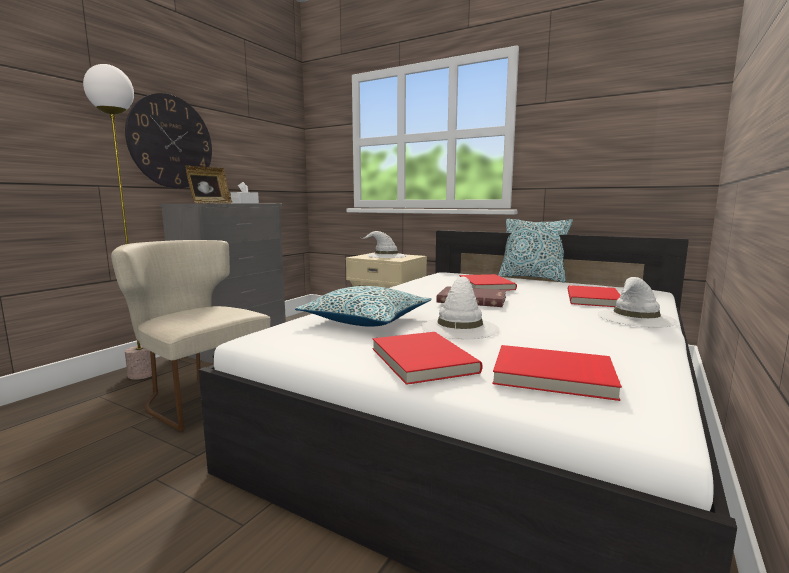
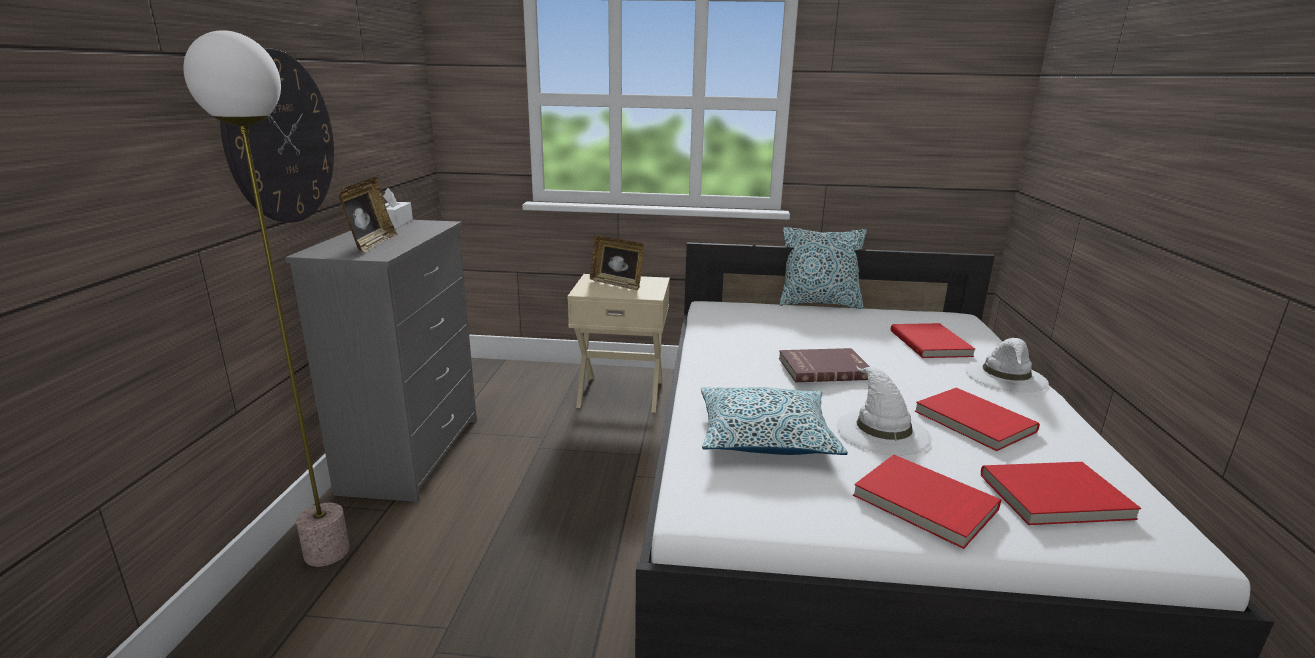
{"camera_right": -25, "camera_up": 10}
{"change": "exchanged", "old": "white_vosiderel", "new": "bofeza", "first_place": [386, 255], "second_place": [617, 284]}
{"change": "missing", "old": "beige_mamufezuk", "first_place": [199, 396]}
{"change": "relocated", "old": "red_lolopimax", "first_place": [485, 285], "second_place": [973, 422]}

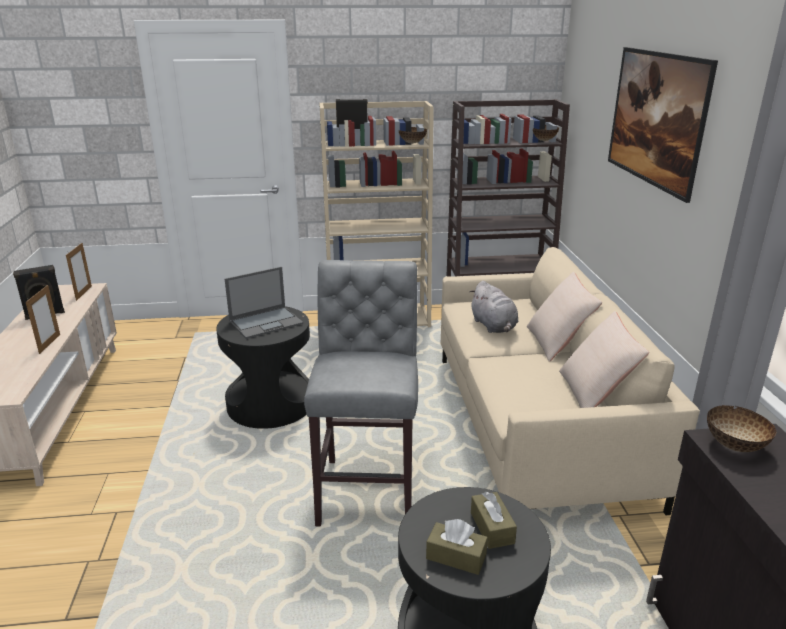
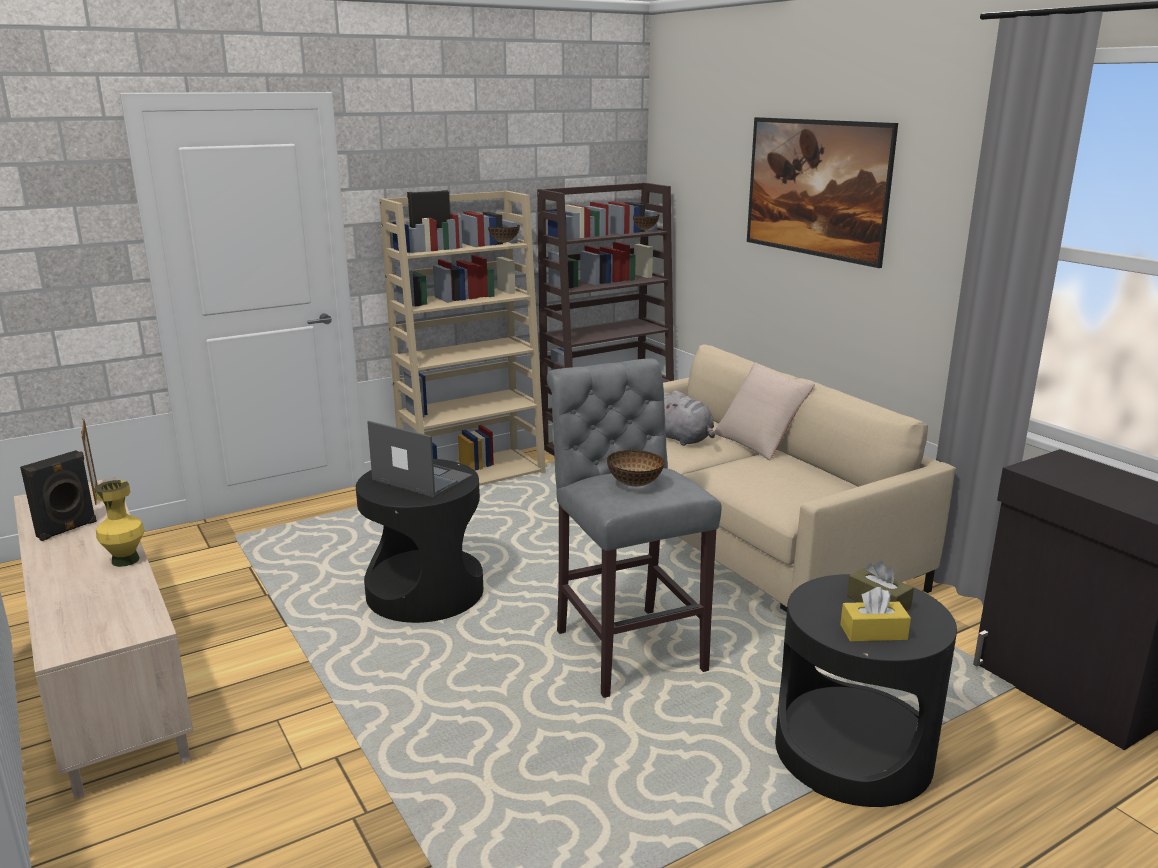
{"camera_right": -25, "camera_up": -5}
{"change": "spun", "old": "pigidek", "first_place": [266, 322], "second_place": [421, 478], "degrees": -90}
{"change": "exchanged", "old": "bofeza", "new": "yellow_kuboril", "first_place": [49, 344], "second_place": [125, 560]}
{"change": "missing", "old": "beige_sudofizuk", "first_place": [595, 392]}
{"change": "relocated", "old": "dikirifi", "first_place": [735, 446], "second_place": [635, 484]}
{"change": "colour", "old": "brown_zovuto", "new": "yellow_zovuto", "first_place": [456, 556], "second_place": [873, 632]}

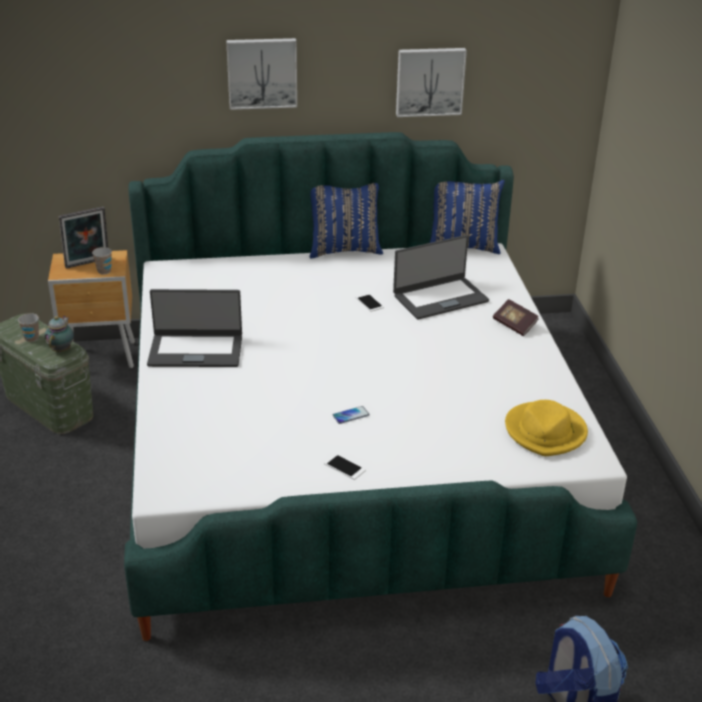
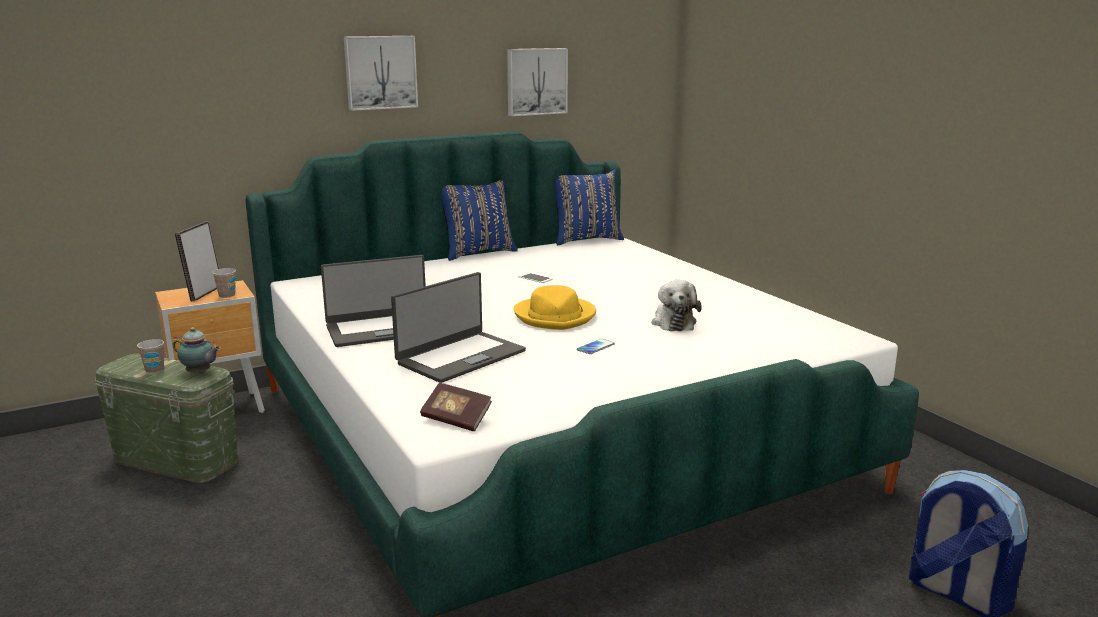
{"camera_right": -20, "camera_up": -15}
{"change": "spun", "old": "bofeza", "first_place": [88, 264], "second_place": [203, 293], "degrees": 150}
{"change": "relocated", "old": "pigidek", "first_place": [440, 298], "second_place": [460, 357]}
{"change": "relocated", "old": "lolopimax", "first_place": [514, 325], "second_place": [456, 419]}
{"change": "spun", "old": "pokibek", "first_place": [62, 349], "second_place": [200, 373], "degrees": 120}
{"change": "relocated", "old": "yellow_vosiderel", "first_place": [546, 432], "second_place": [555, 316]}
{"change": "missing", "old": "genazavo", "first_place": [344, 467]}
{"change": "appeared", "new": "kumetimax", "second_place": [673, 322]}

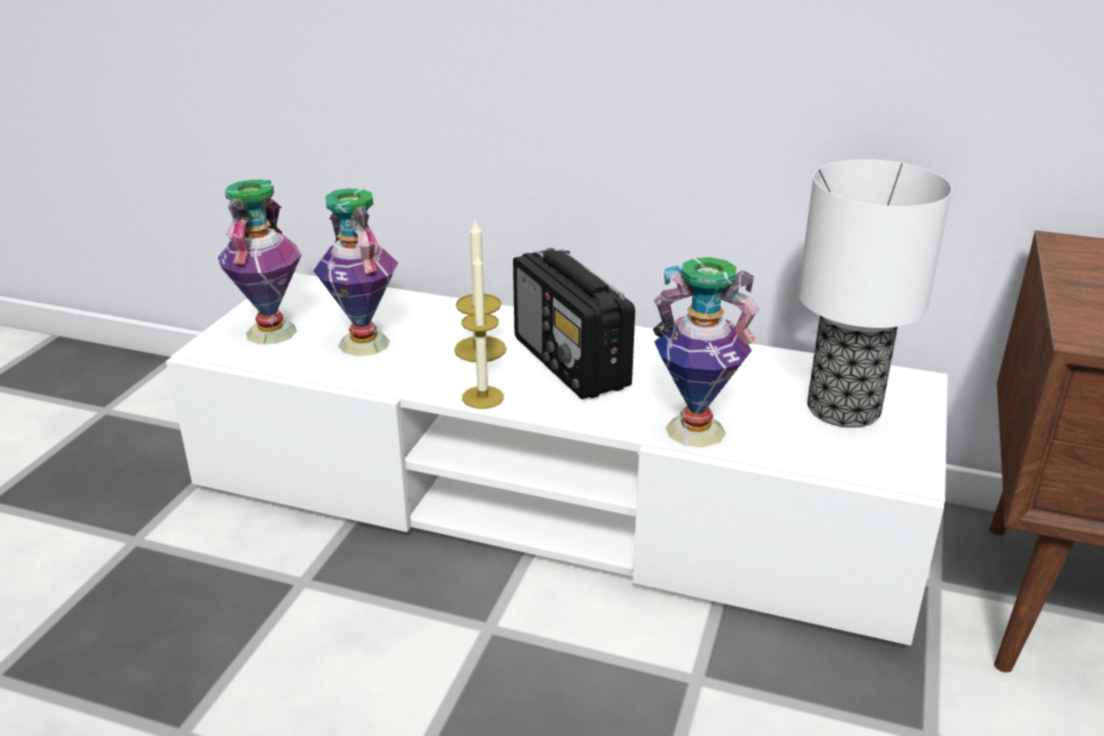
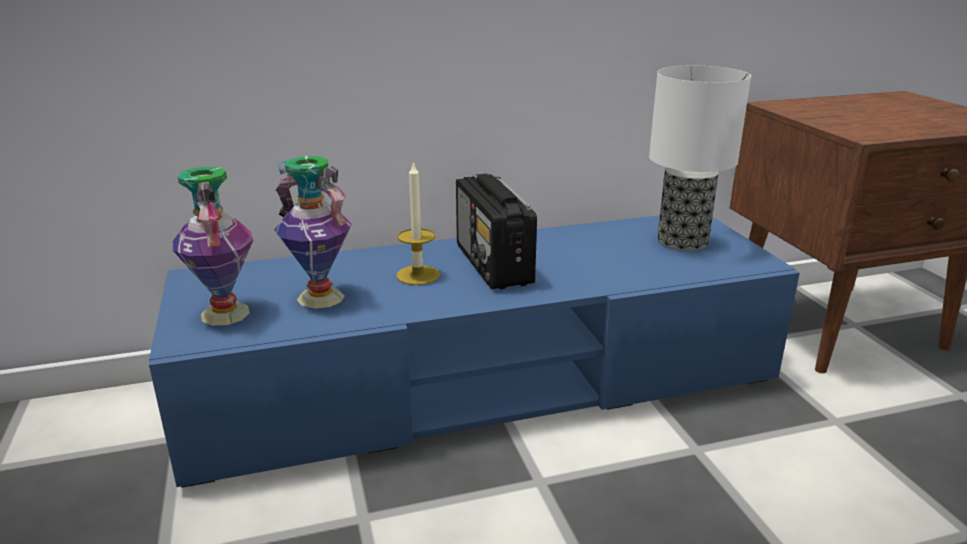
{"camera_right": -35, "camera_up": -5}
{"change": "spun", "old": "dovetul", "first_place": [571, 363], "second_place": [493, 265], "degrees": 45}
{"change": "missing", "old": "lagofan", "first_place": [483, 397]}
{"change": "missing", "old": "kuboril", "first_place": [695, 431]}
{"change": "colour", "old": "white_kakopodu", "new": "blue_kakopodu", "first_place": [552, 499], "second_place": [483, 383]}

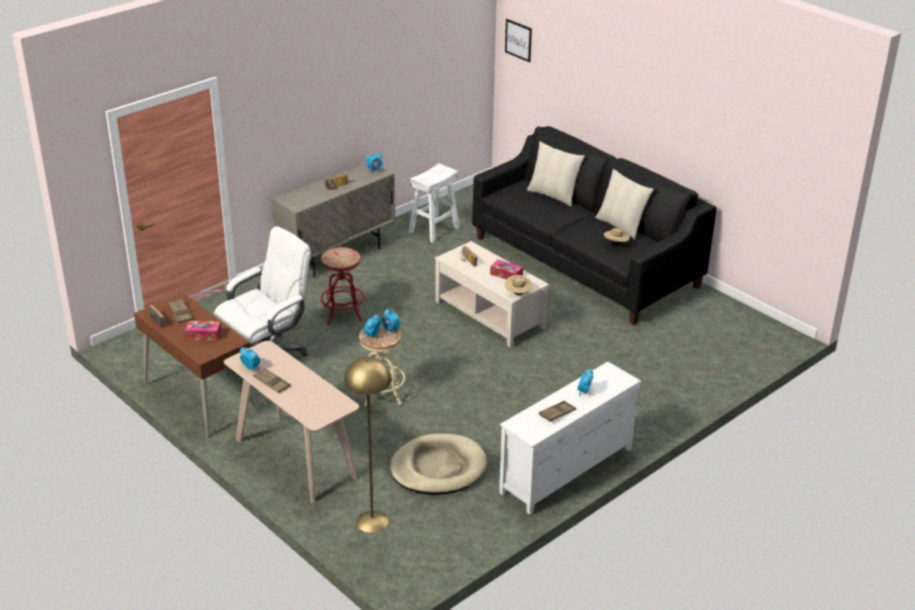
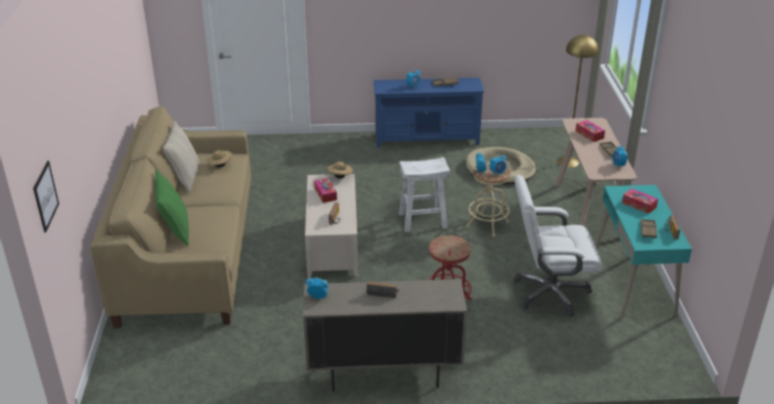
{"camera_right": -140, "camera_up": 0}
{"change": "colour", "old": "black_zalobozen", "new": "beige_zalobozen", "first_place": [585, 262], "second_place": [188, 252]}
{"change": "colour", "old": "beige_sudofizuk", "new": "green_sudofizuk", "first_place": [553, 195], "second_place": [175, 231]}
{"change": "relocated", "old": "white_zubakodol", "first_place": [434, 229], "second_place": [422, 220]}
{"change": "colour", "old": "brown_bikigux", "new": "turquoise_bikigux", "first_place": [199, 398], "second_place": [633, 282]}
{"change": "colour", "old": "white_kakopodu", "new": "blue_kakopodu", "first_place": [567, 471], "second_place": [426, 139]}
{"change": "appeared", "new": "zovuto", "second_place": [589, 134]}

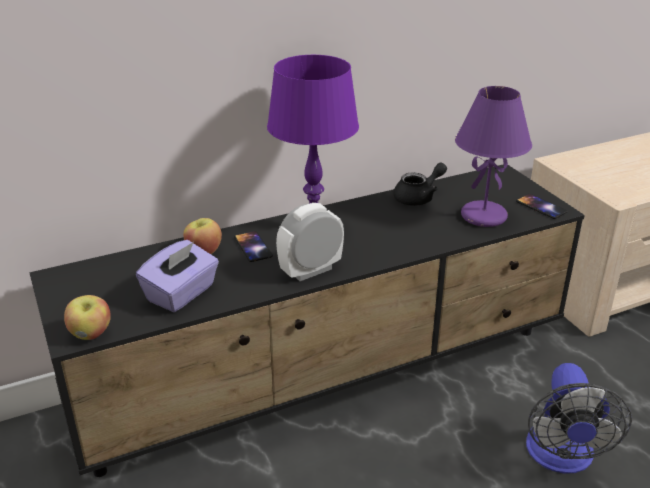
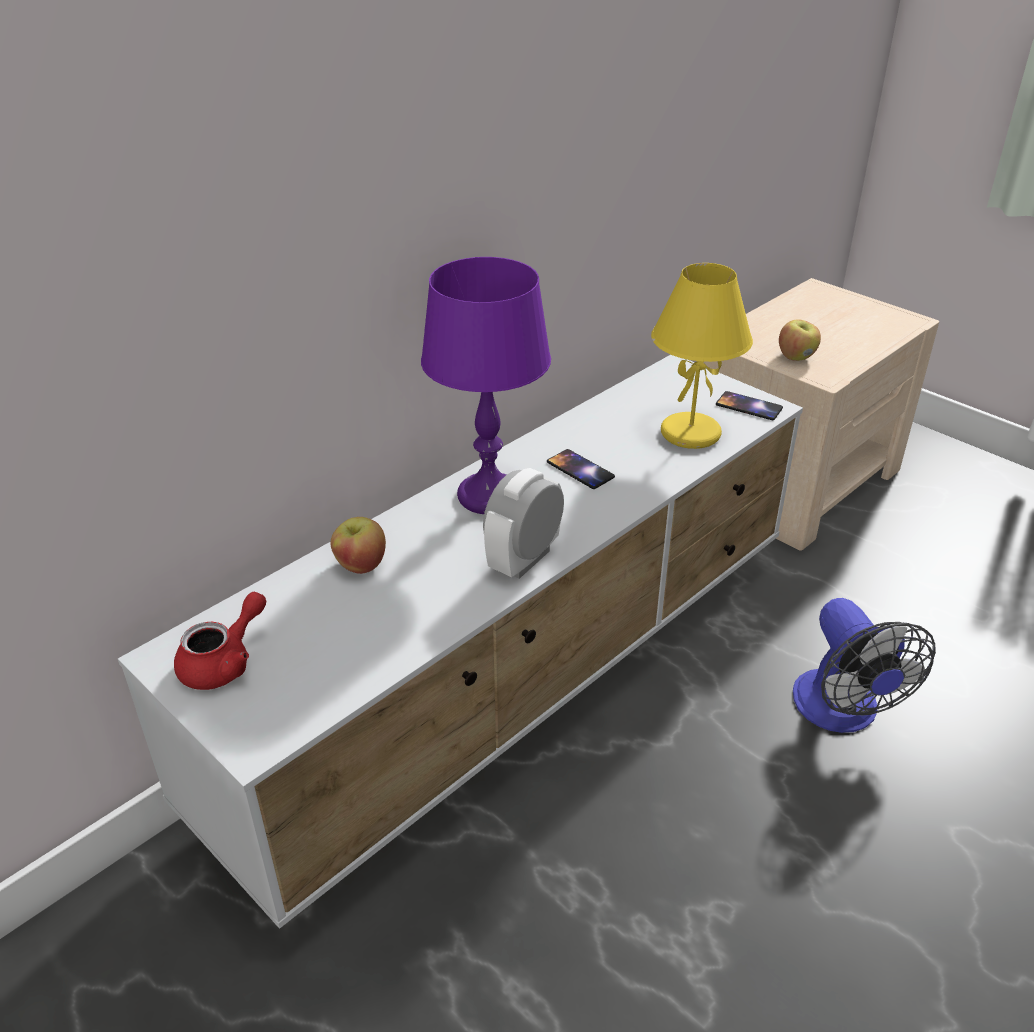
{"camera_right": -20, "camera_up": 5}
{"change": "colour", "old": "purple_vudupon", "new": "yellow_vudupon", "first_place": [484, 216], "second_place": [691, 433]}
{"change": "missing", "old": "black_pokibek", "first_place": [418, 198]}
{"change": "colour", "old": "black_kakopodu", "new": "white_kakopodu", "first_place": [327, 377], "second_place": [520, 685]}
{"change": "relocated", "old": "genazavo", "first_place": [253, 247], "second_place": [580, 470]}
{"change": "missing", "old": "purple_zovuto", "first_place": [181, 294]}
{"change": "relocated", "old": "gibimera", "first_place": [91, 334], "second_place": [796, 357]}
{"change": "appeared", "new": "red_pokibek", "second_place": [224, 662]}

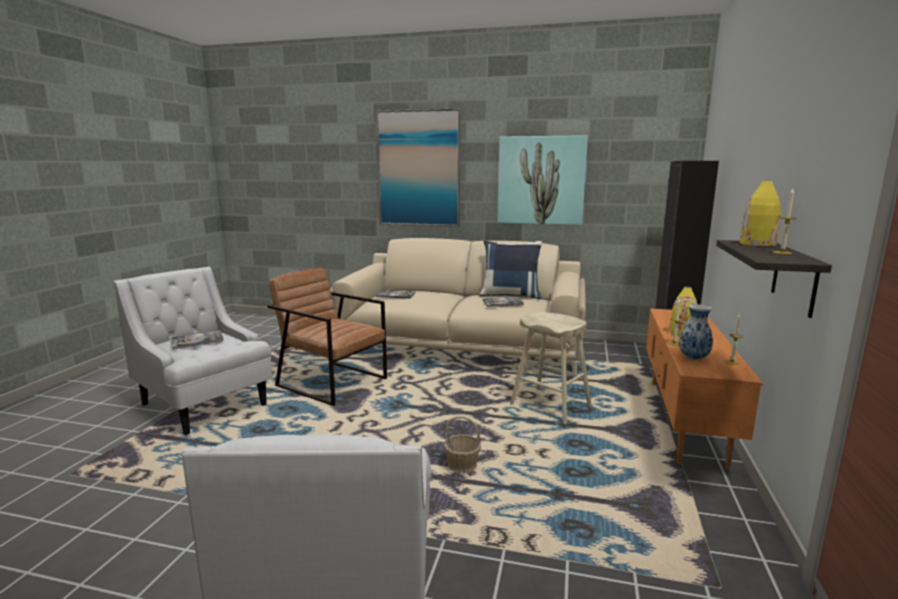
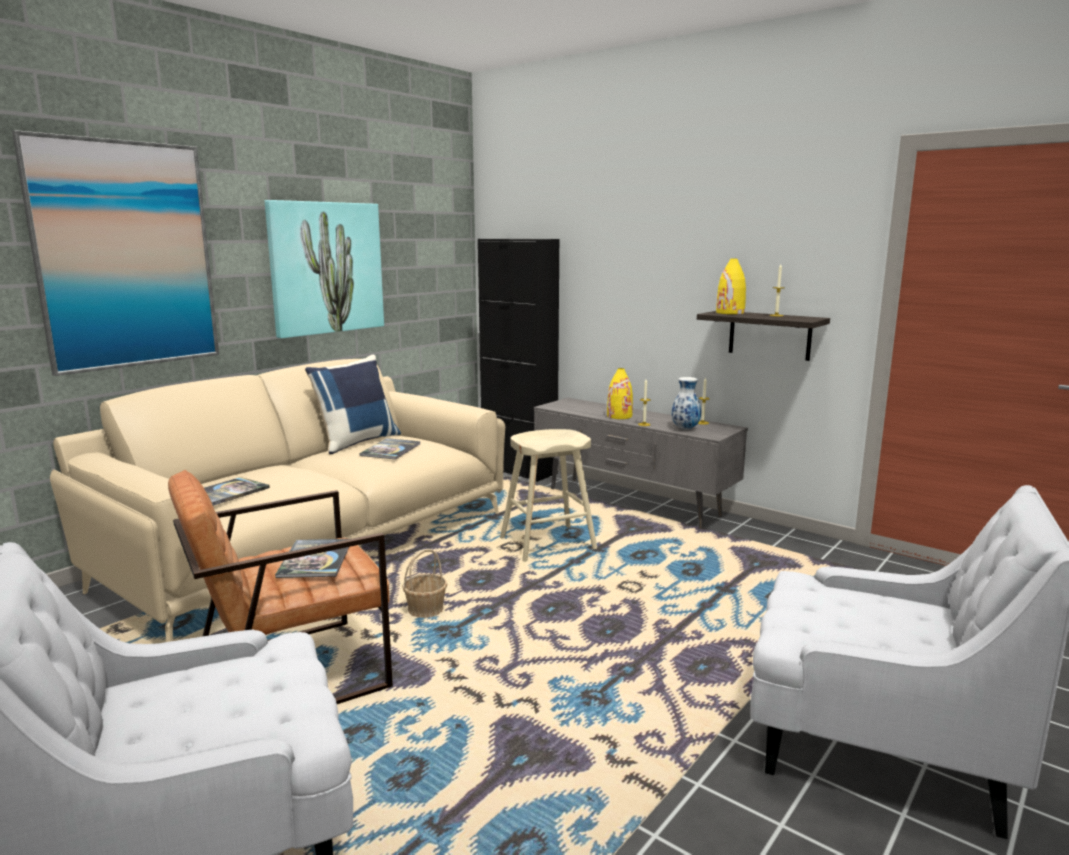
{"camera_right": -65, "camera_up": 0}
{"change": "colour", "old": "orange_kakopodu", "new": "grey_kakopodu", "first_place": [683, 420], "second_place": [631, 502]}
{"change": "relocated", "old": "lolopimax", "first_place": [197, 340], "second_place": [315, 559]}
{"change": "relocated", "old": "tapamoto", "first_place": [462, 465], "second_place": [426, 610]}

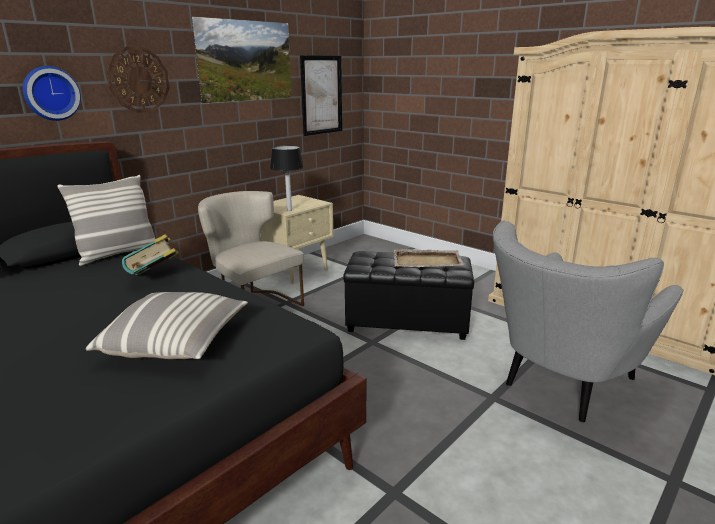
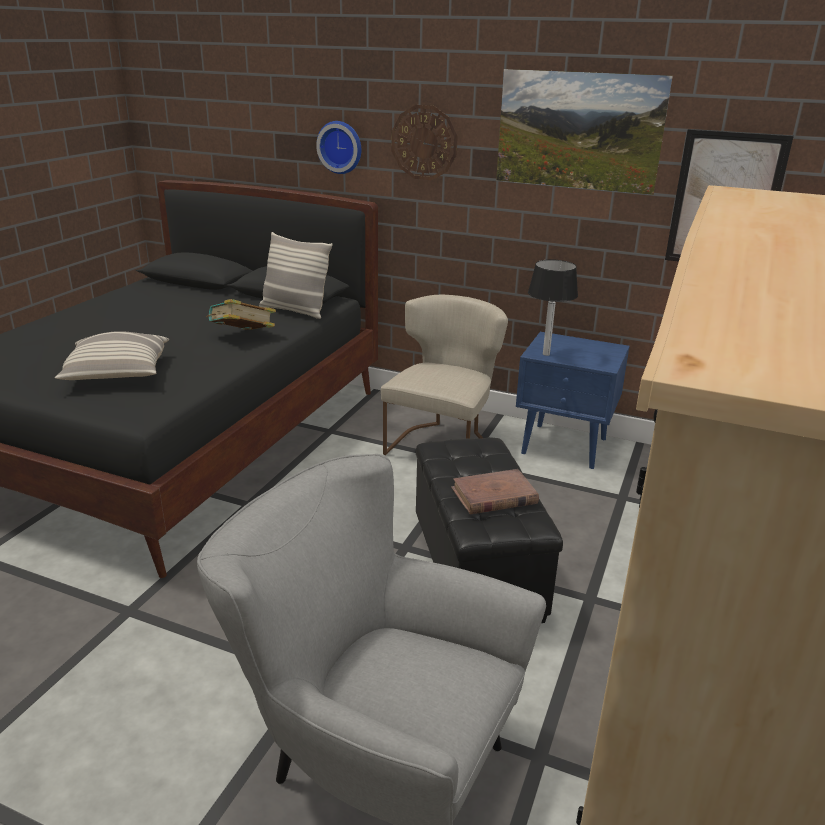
{"camera_right": 70, "camera_up": 5}
{"change": "colour", "old": "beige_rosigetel", "new": "blue_rosigetel", "first_place": [296, 270], "second_place": [565, 446]}
{"change": "exchanged", "old": "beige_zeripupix", "new": "brown_lolopimax", "first_place": [428, 261], "second_place": [493, 496]}

